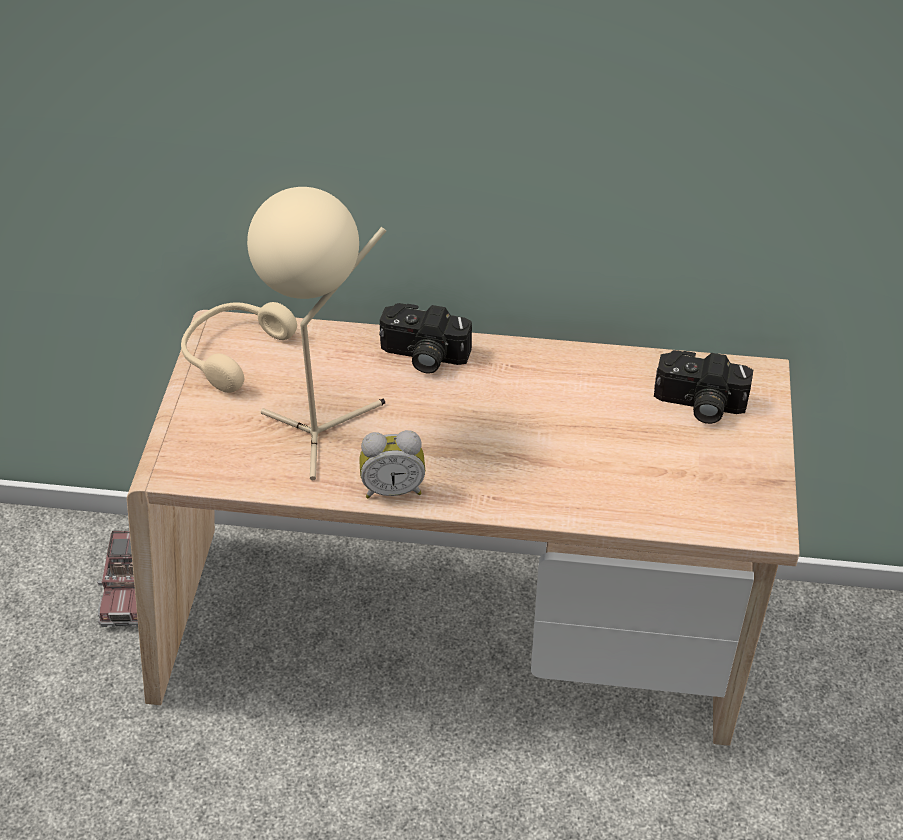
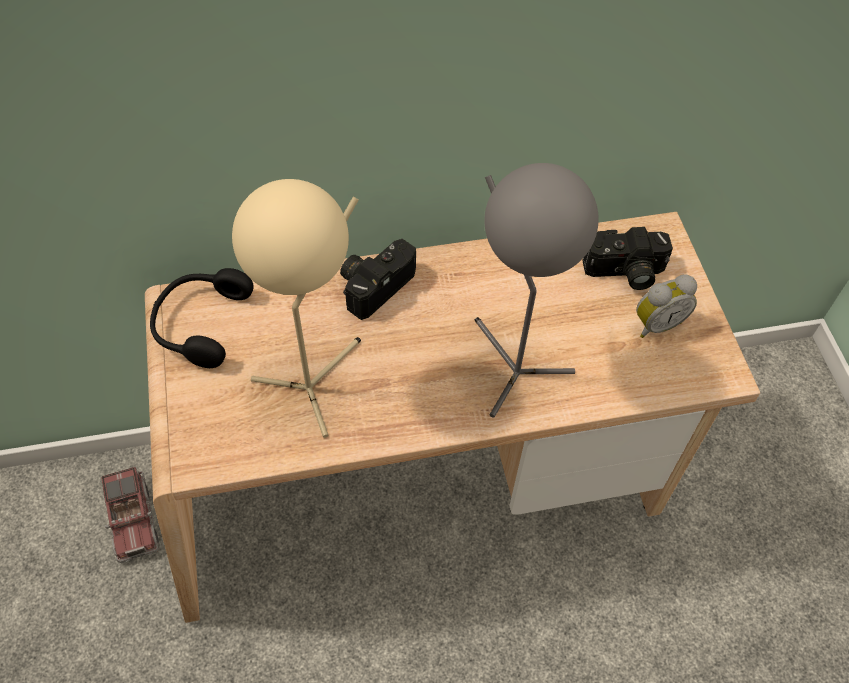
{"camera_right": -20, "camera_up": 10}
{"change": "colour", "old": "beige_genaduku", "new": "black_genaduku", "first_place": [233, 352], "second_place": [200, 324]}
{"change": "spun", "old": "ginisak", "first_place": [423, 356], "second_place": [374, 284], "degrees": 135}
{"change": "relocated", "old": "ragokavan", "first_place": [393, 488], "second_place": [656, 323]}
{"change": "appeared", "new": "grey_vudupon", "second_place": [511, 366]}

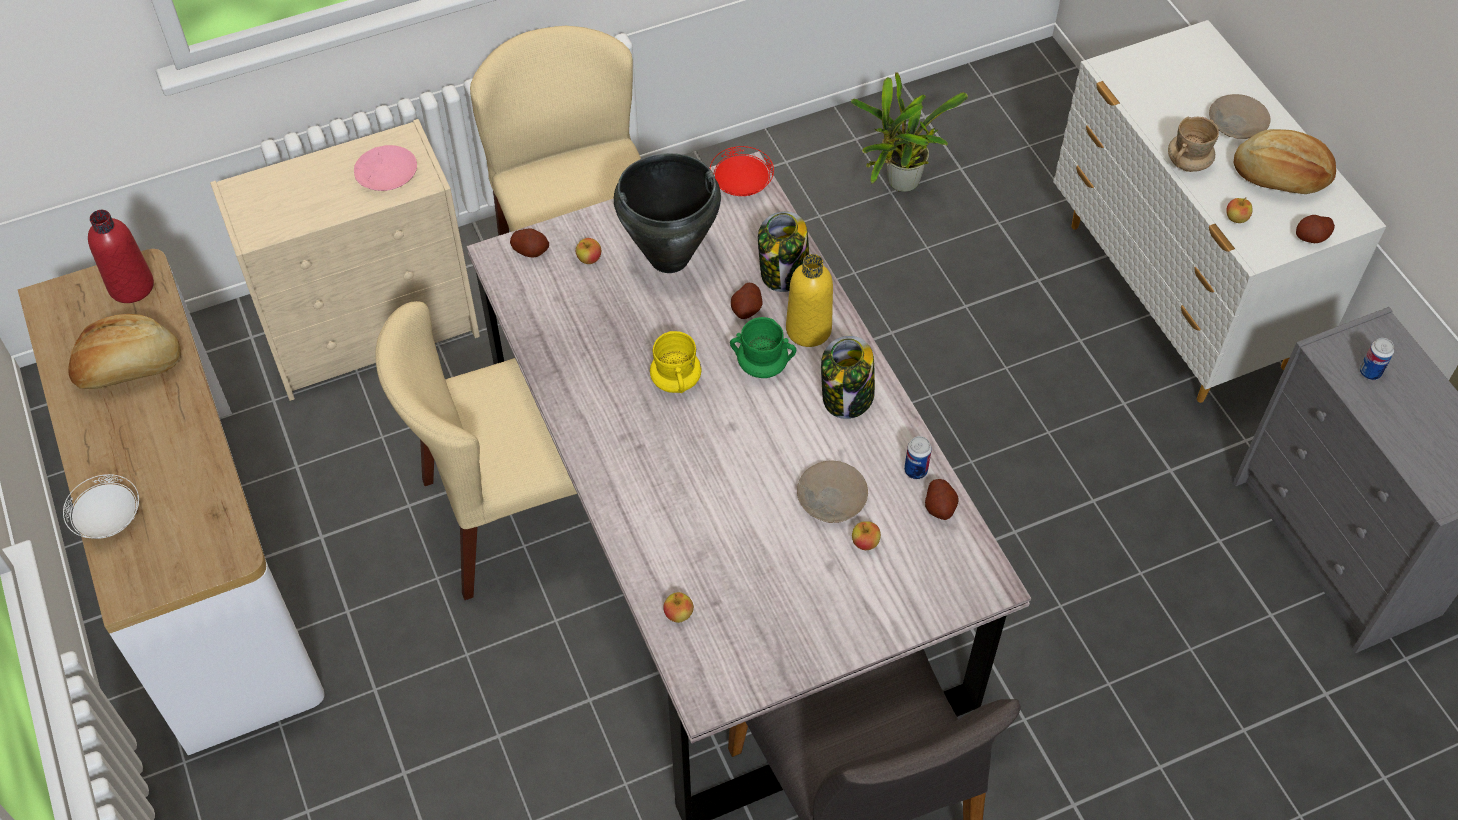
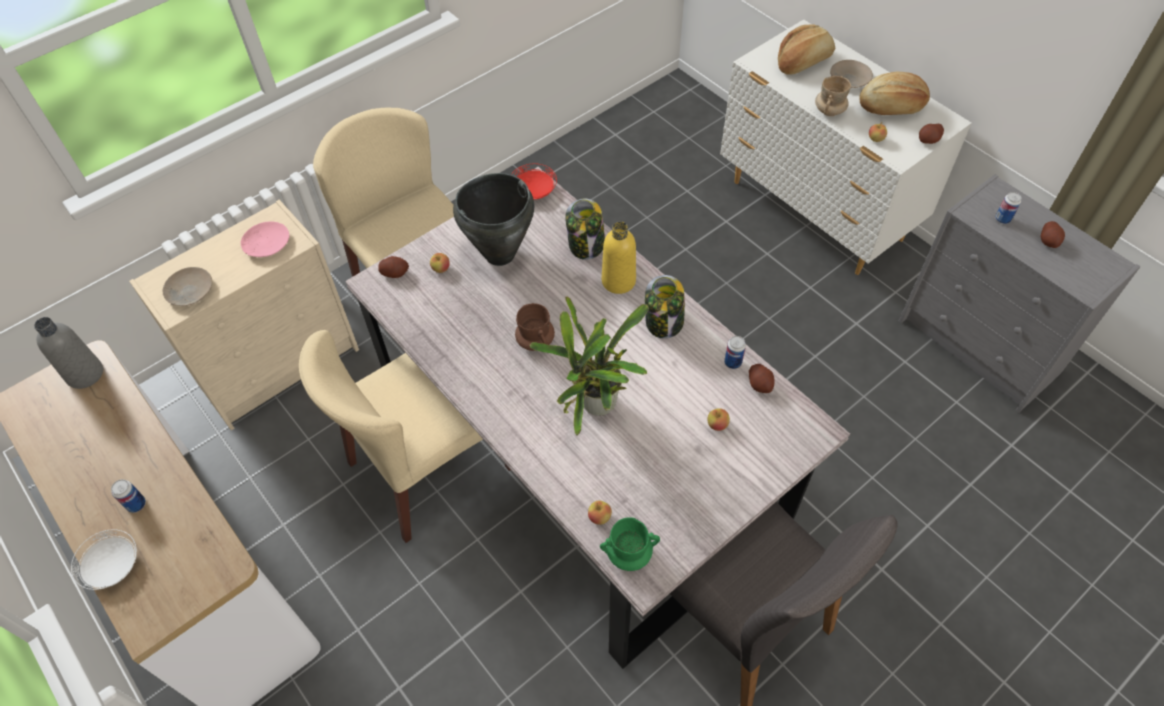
{"camera_right": -15, "camera_up": 0}
{"change": "relocated", "old": "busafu", "first_place": [899, 184], "second_place": [595, 407]}
{"change": "colour", "old": "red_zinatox", "new": "grey_zinatox", "first_place": [131, 286], "second_place": [85, 374]}
{"change": "relocated", "old": "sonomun", "first_place": [746, 309], "second_place": [1049, 241]}
{"change": "relocated", "old": "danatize", "first_place": [129, 368], "second_place": [803, 62]}
{"change": "relocated", "old": "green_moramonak", "first_place": [762, 366], "second_place": [629, 554]}
{"change": "colour", "old": "yellow_moramonak", "new": "brown_moramonak", "first_place": [676, 380], "second_place": [535, 341]}
{"change": "relocated", "old": "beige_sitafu", "first_place": [831, 498], "second_place": [190, 291]}
{"change": "appeared", "new": "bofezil", "second_place": [136, 504]}

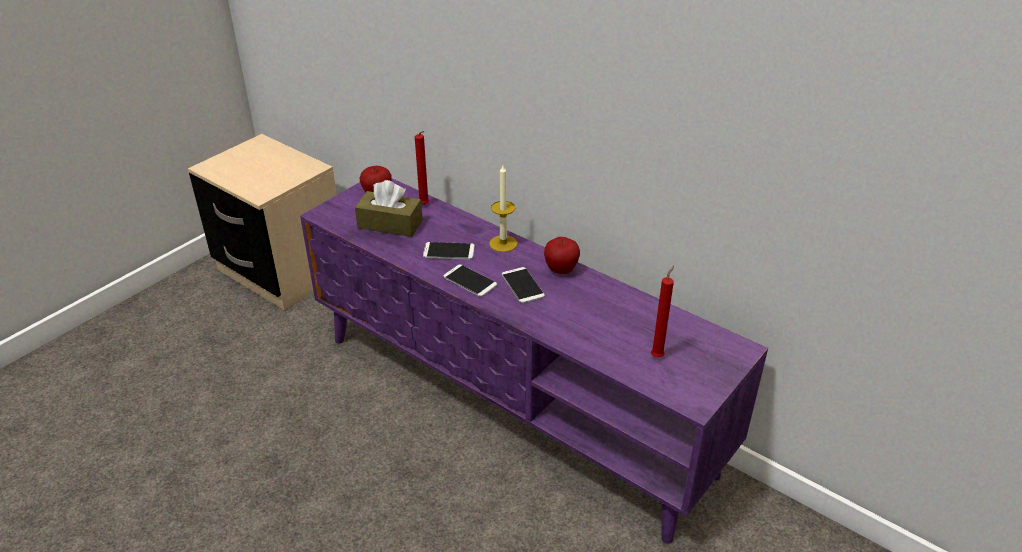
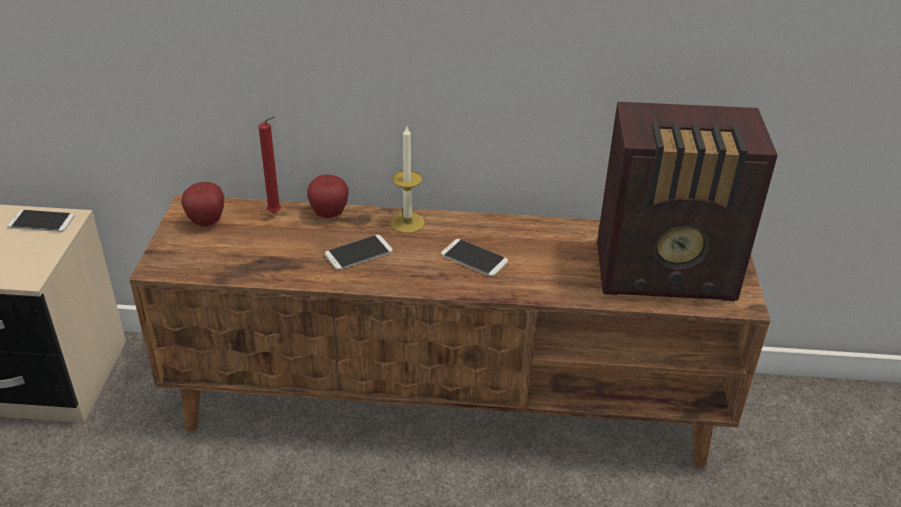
{"camera_right": -35, "camera_up": 0}
{"change": "colour", "old": "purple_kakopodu", "new": "brown_kakopodu", "first_place": [513, 402], "second_place": [449, 404]}
{"change": "missing", "old": "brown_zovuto", "first_place": [390, 224]}
{"change": "relocated", "old": "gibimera", "first_place": [561, 270], "second_place": [329, 214]}
{"change": "relocated", "old": "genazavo", "first_place": [470, 281], "second_place": [41, 222]}
{"change": "exchanged", "old": "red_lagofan", "new": "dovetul", "first_place": [658, 356], "second_place": [668, 274]}

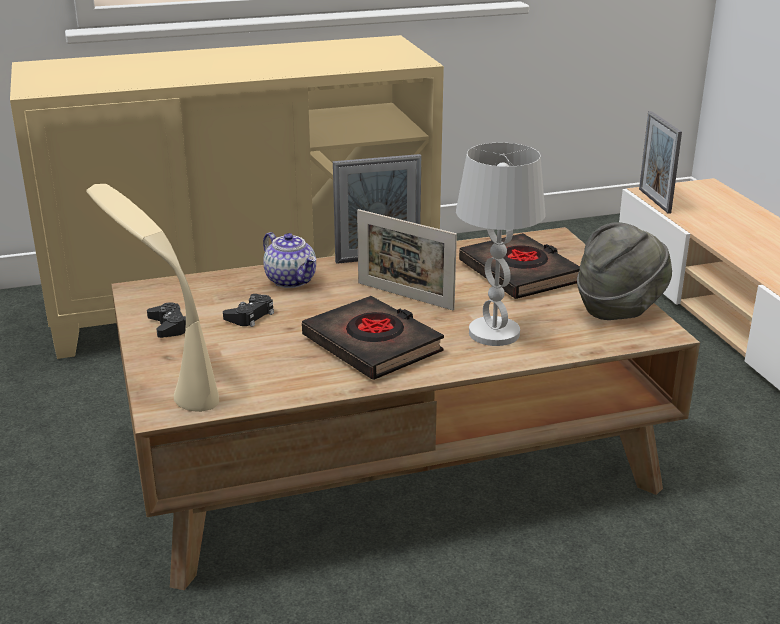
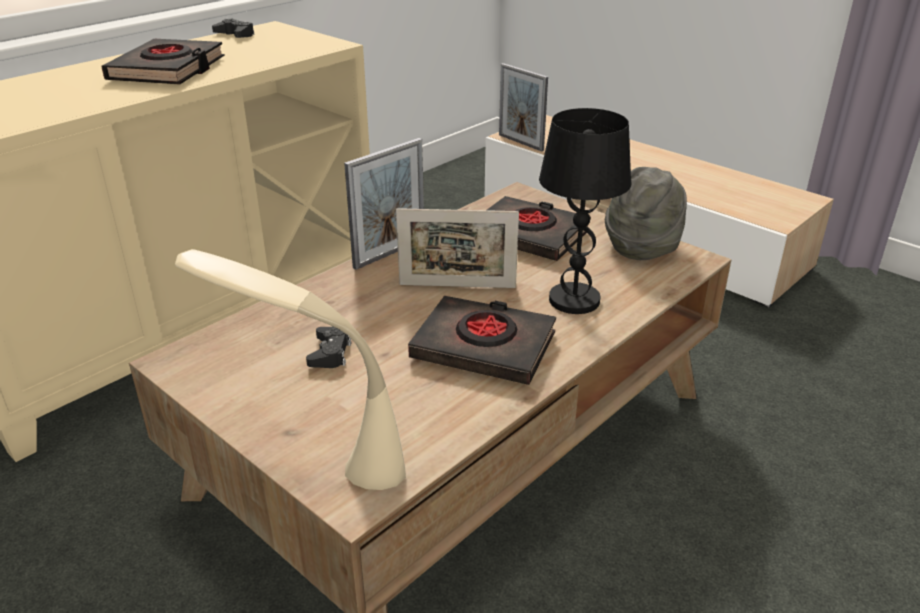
{"camera_right": -30, "camera_up": 5}
{"change": "colour", "old": "white_vudupon", "new": "black_vudupon", "first_place": [494, 333], "second_place": [574, 300]}
{"change": "missing", "old": "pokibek", "first_place": [291, 280]}
{"change": "relocated", "old": "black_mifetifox", "first_place": [169, 326], "second_place": [235, 35]}
{"change": "appeared", "new": "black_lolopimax", "second_place": [168, 70]}

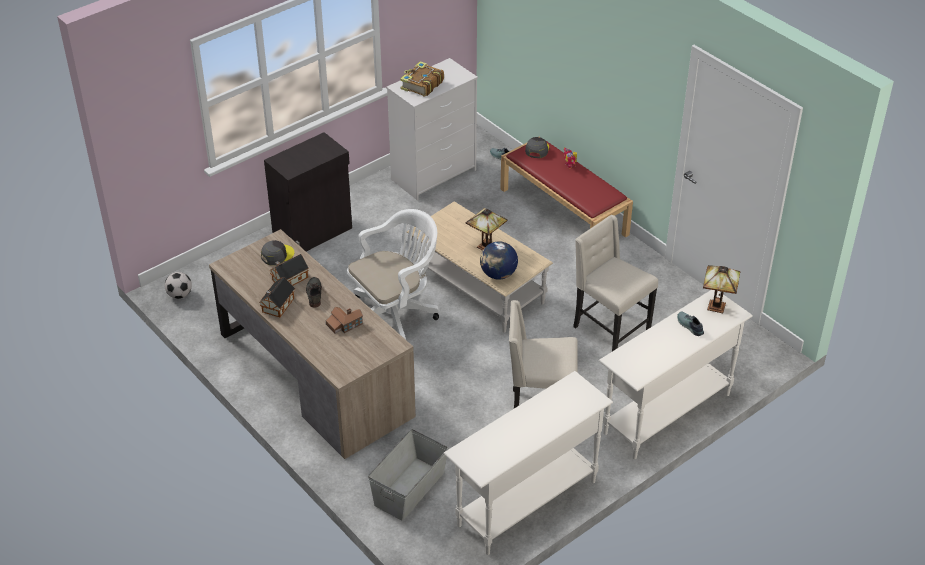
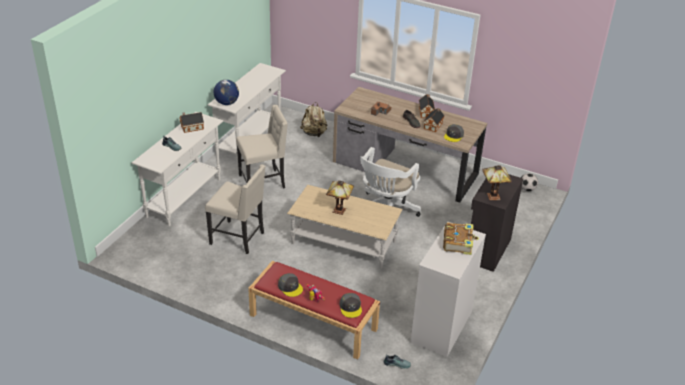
{"camera_right": 155, "camera_up": -5}
{"change": "relocated", "old": "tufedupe", "first_place": [498, 274], "second_place": [227, 103]}
{"change": "relocated", "old": "vudupon", "first_place": [718, 306], "second_place": [492, 197]}
{"change": "exchanged", "old": "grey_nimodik", "new": "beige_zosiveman", "first_place": [408, 488], "second_place": [314, 133]}
{"change": "appeared", "new": "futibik", "second_place": [191, 127]}
{"change": "appeared", "new": "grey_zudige", "second_place": [290, 287]}

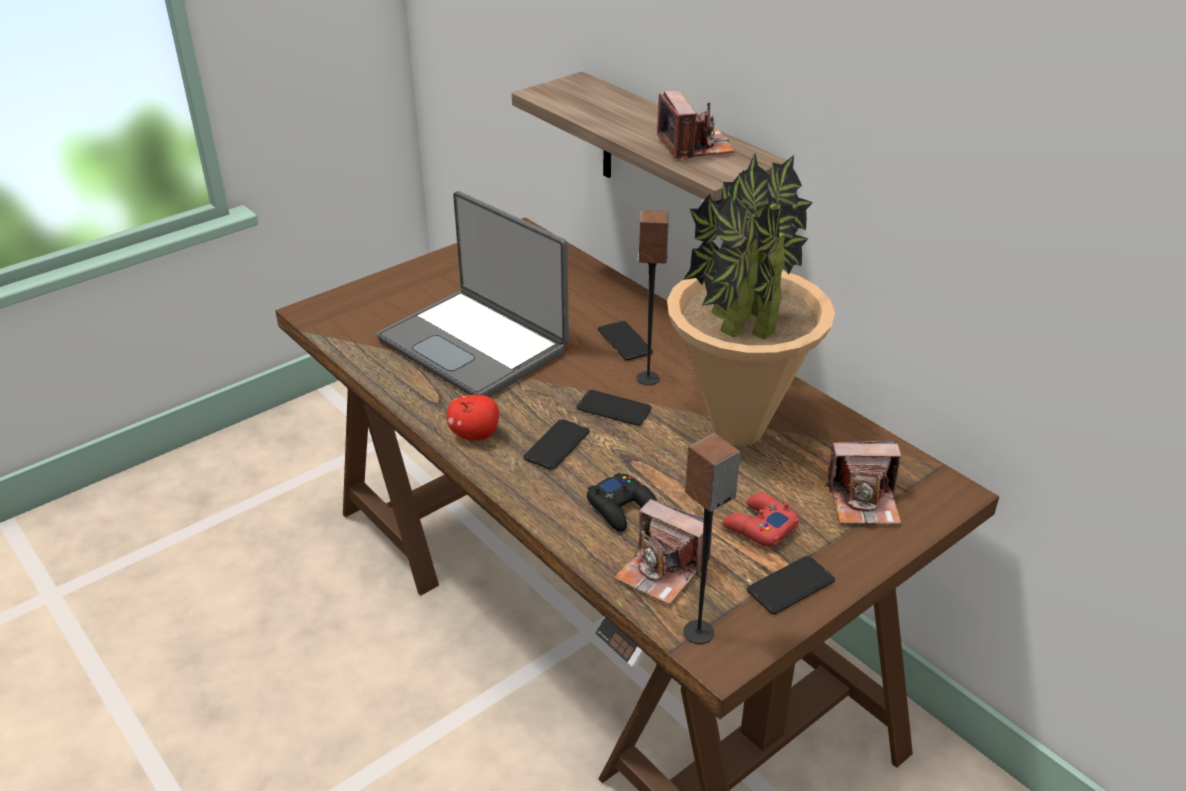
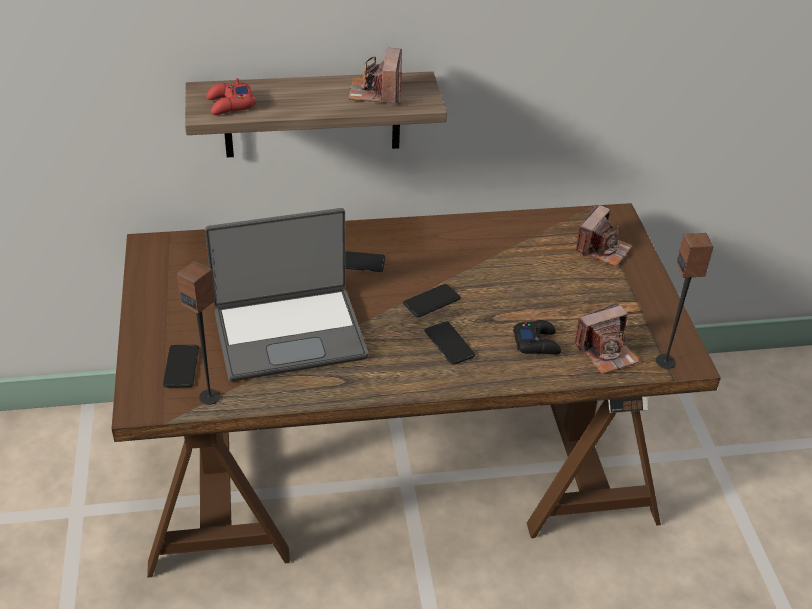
{"camera_right": -60, "camera_up": 5}
{"change": "spun", "old": "ginisak", "first_place": [694, 146], "second_place": [376, 92], "degrees": -105}
{"change": "missing", "old": "busafu", "first_place": [738, 431]}
{"change": "relocated", "old": "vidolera", "first_place": [648, 378], "second_place": [210, 396]}
{"change": "missing", "old": "gibimera", "first_place": [475, 434]}
{"change": "relocated", "old": "red_mifetifox", "first_place": [759, 526], "second_place": [230, 104]}
{"change": "relocated", "old": "genazavo", "first_place": [790, 586], "second_place": [181, 366]}

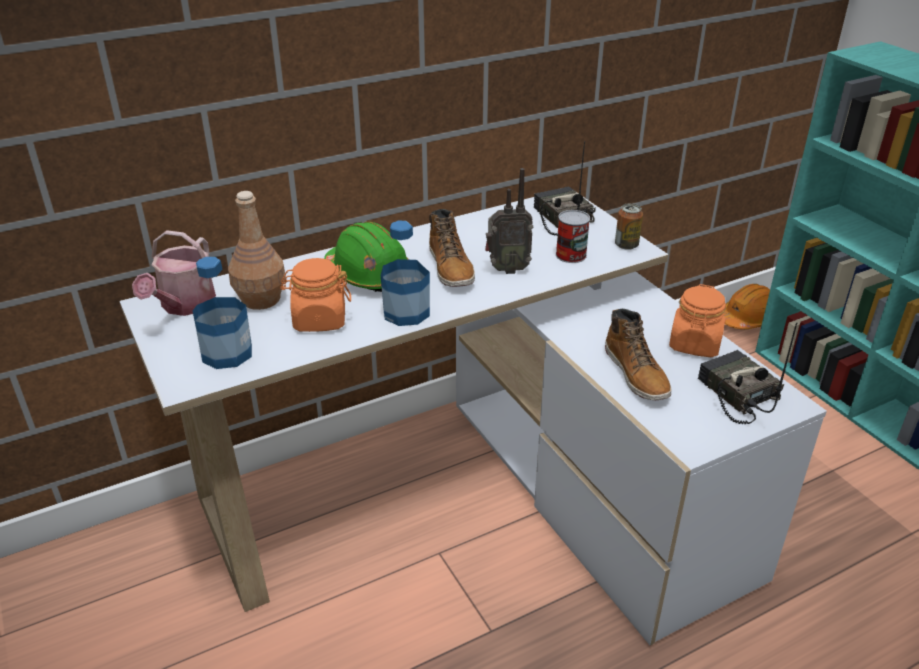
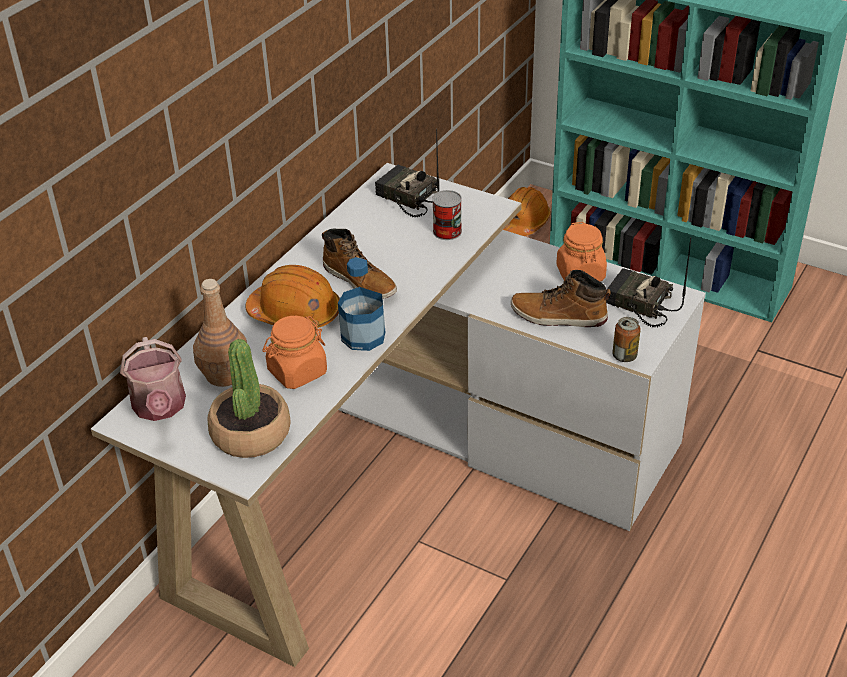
{"camera_right": -30, "camera_up": 5}
{"change": "missing", "old": "dovetul", "first_place": [506, 269]}
{"change": "relocated", "old": "bofezil", "first_place": [626, 245], "second_place": [624, 356]}
{"change": "colour", "old": "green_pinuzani", "new": "orange_pinuzani", "first_place": [368, 274], "second_place": [295, 314]}
{"change": "exchanged", "old": "zinatox", "new": "busafu", "first_place": [227, 353], "second_place": [250, 433]}
{"change": "spun", "old": "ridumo", "first_place": [637, 374], "second_place": [558, 316], "degrees": 150}

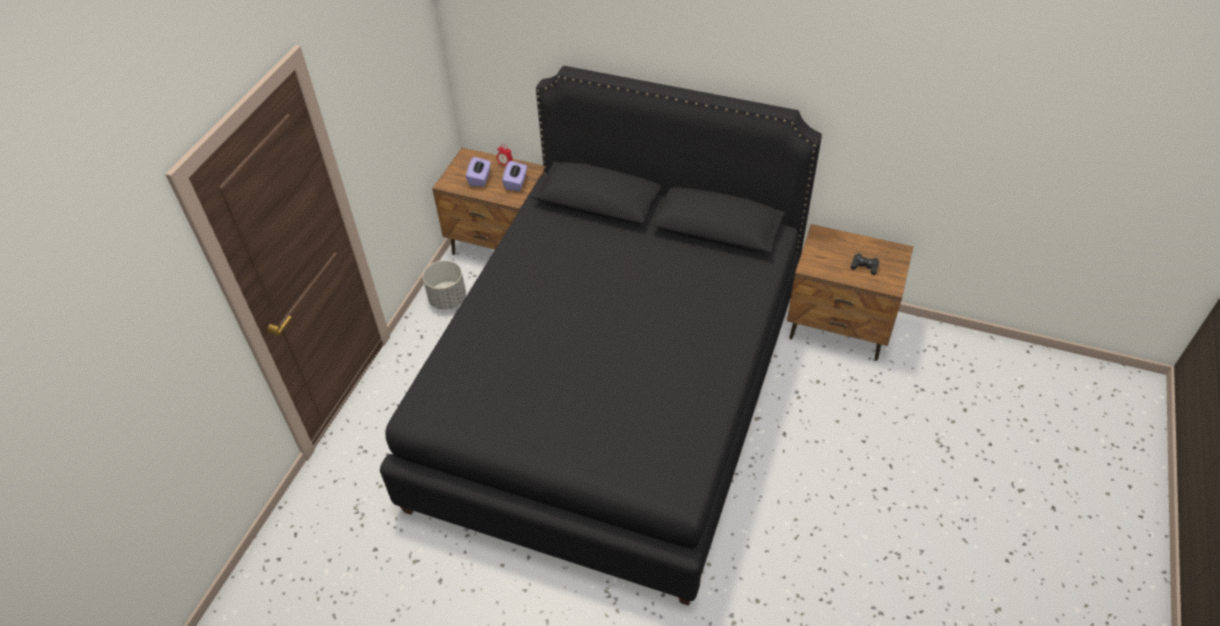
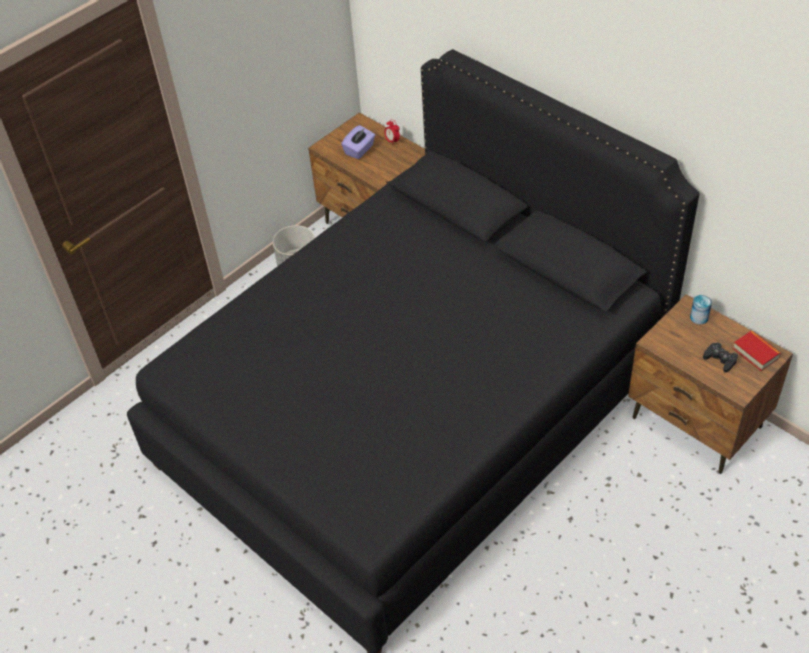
{"camera_right": 25, "camera_up": 0}
{"change": "missing", "old": "purple_zovuto", "first_place": [516, 183]}
{"change": "appeared", "new": "bofezil", "second_place": [699, 317]}
{"change": "appeared", "new": "lolopimax", "second_place": [755, 353]}

